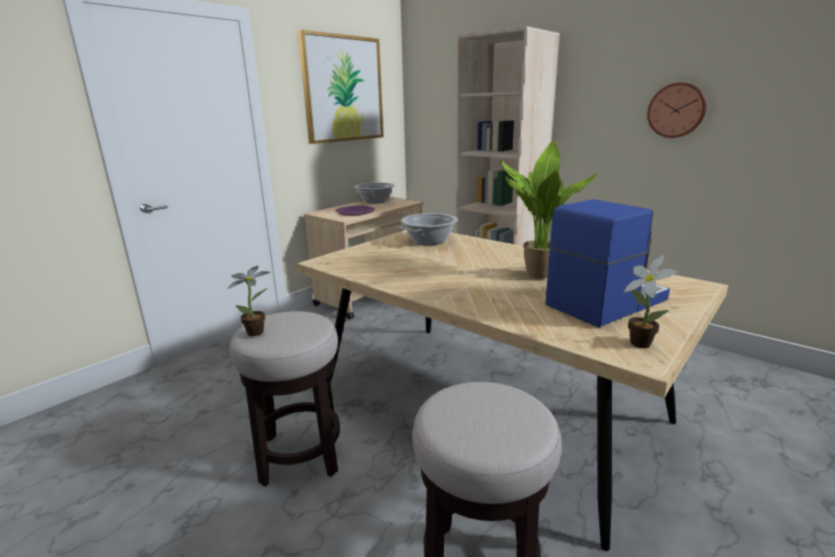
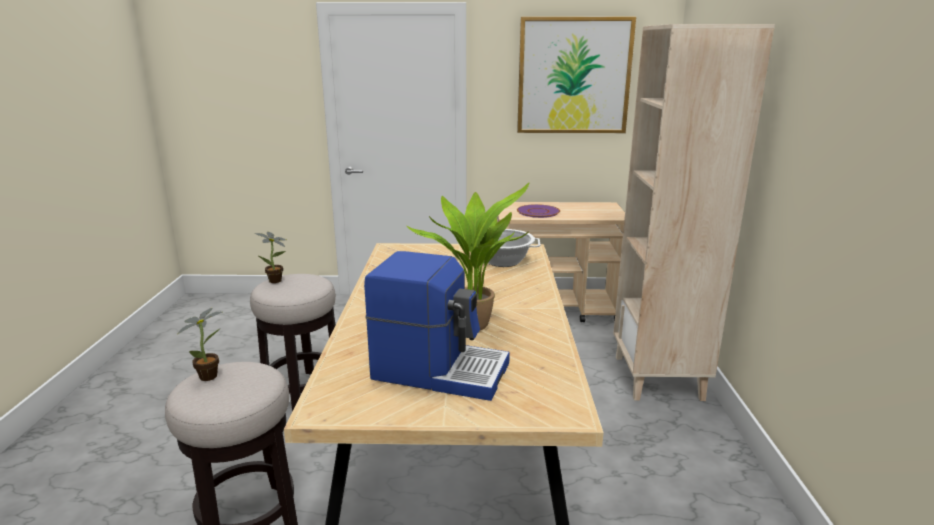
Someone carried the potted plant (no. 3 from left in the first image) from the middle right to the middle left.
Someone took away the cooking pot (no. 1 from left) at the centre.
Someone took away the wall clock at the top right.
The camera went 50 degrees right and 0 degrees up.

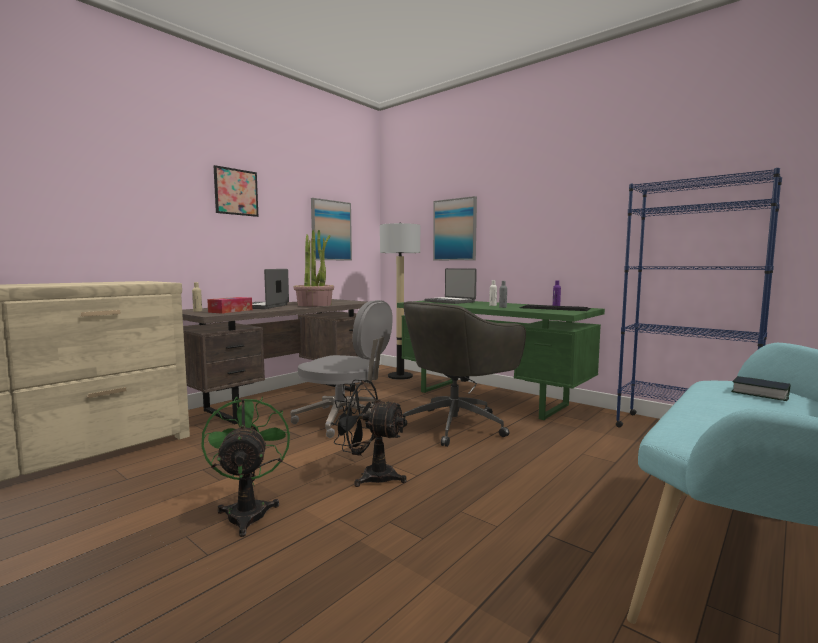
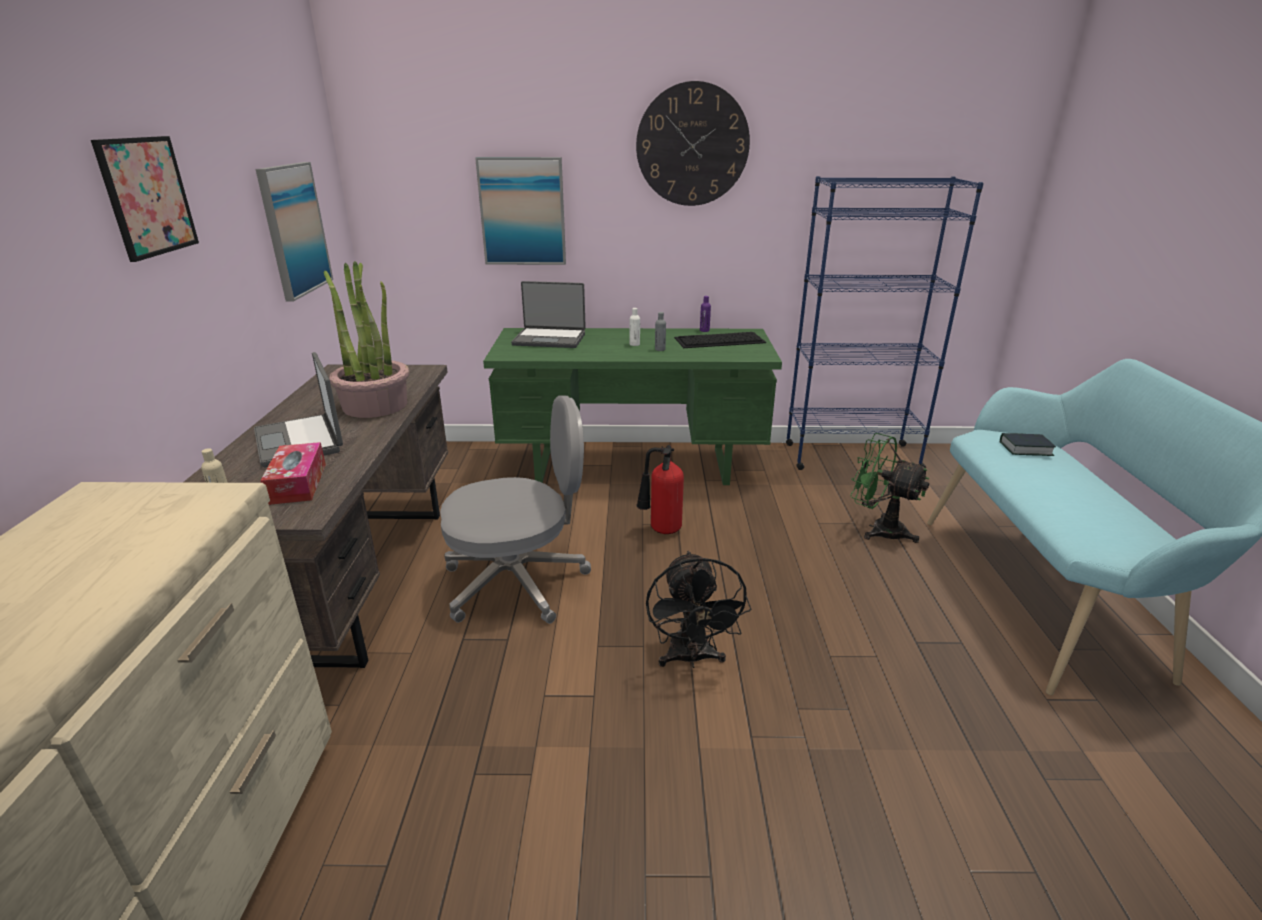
Someone put up the wall clock at the top centre.
Someone swapped the grey office chair (no. 2 from left) at the centre for the fire extinguisher at the centre.
Someone rotated the black fan at the bottom centre by 75 degrees counterclockwise.
Someone carried the green fan from the bottom left to the middle right.
Someone took away the floor lamp at the centre.
The camera went 40 degrees left and 20 degrees up.

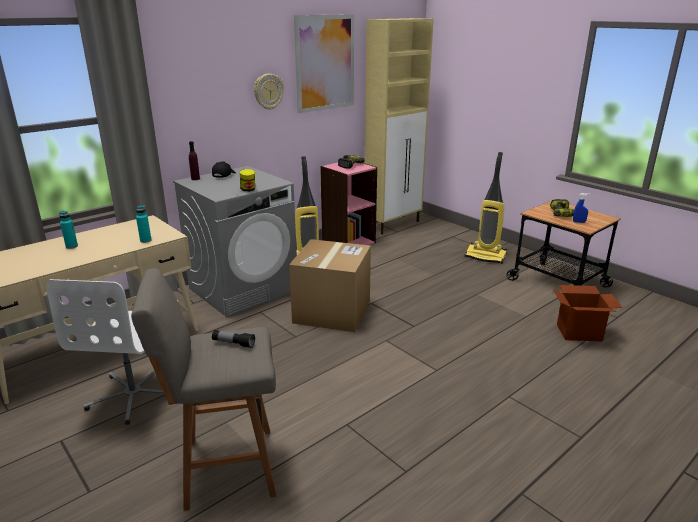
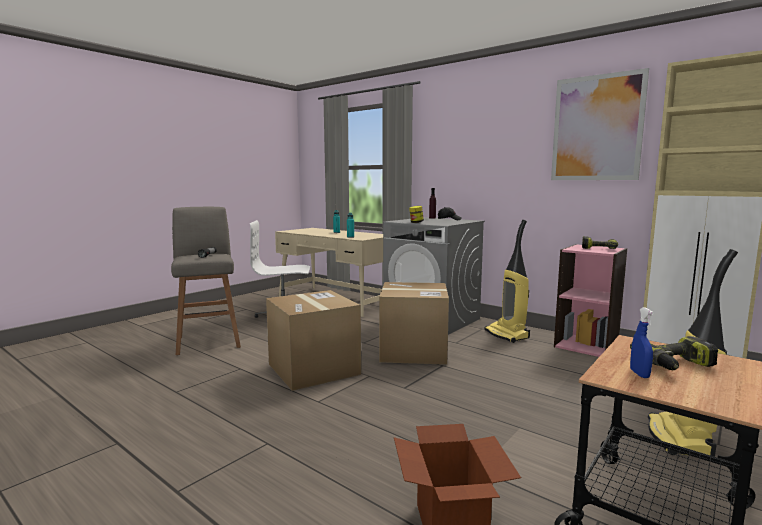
Someone put down the cardboard box (no. 1 from left) at the centre.
Someone took away the wall clock at the top centre.
The camera went 80 degrees right and 15 degrees down.

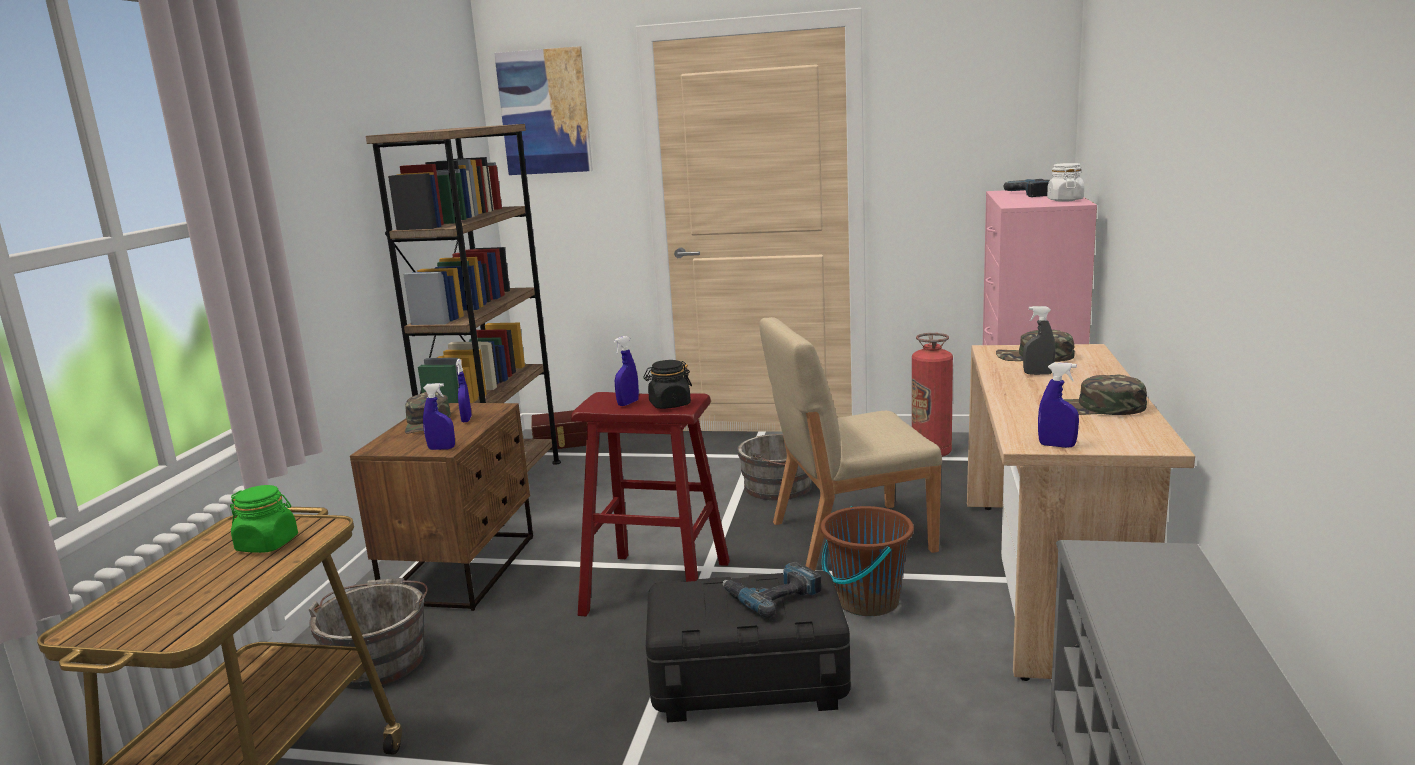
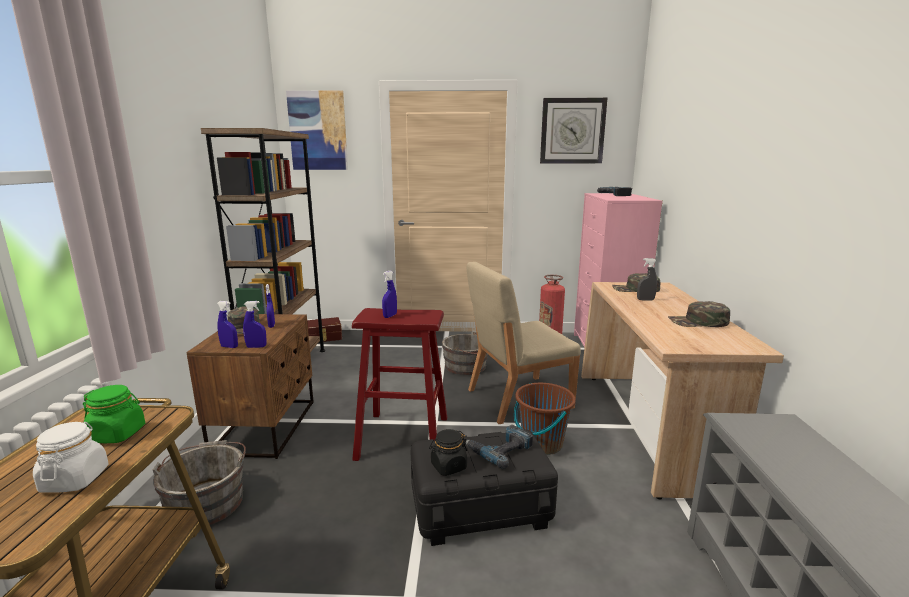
Someone carried the white jar from the top right to the bottom left.
Someone carried the blue spray bottle (no. 4 from left in the first image) from the middle right to the middle left.
Someone carried the black jar from the centre to the bottom centre.
Someone put up the wall clock at the top centre.
The camera went 10 degrees left and 0 degrees up.

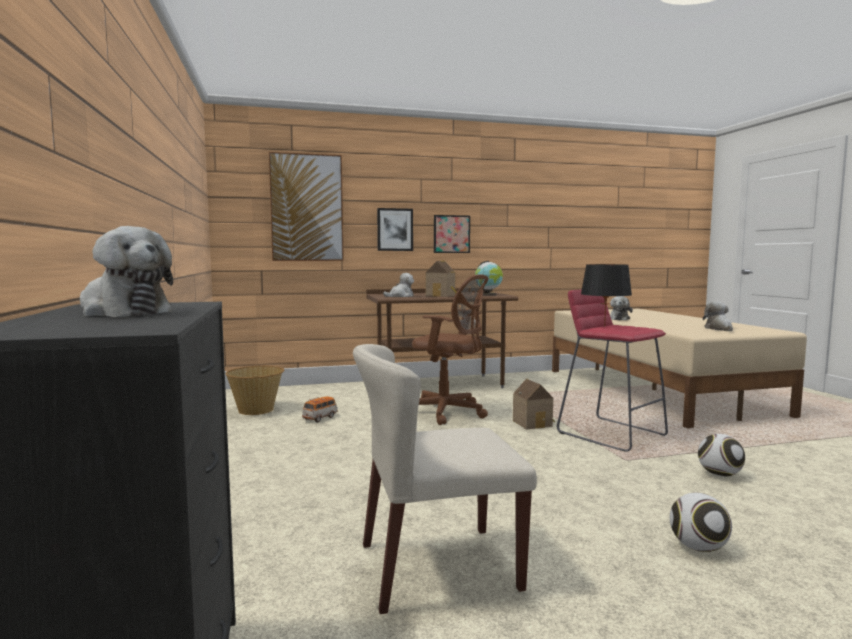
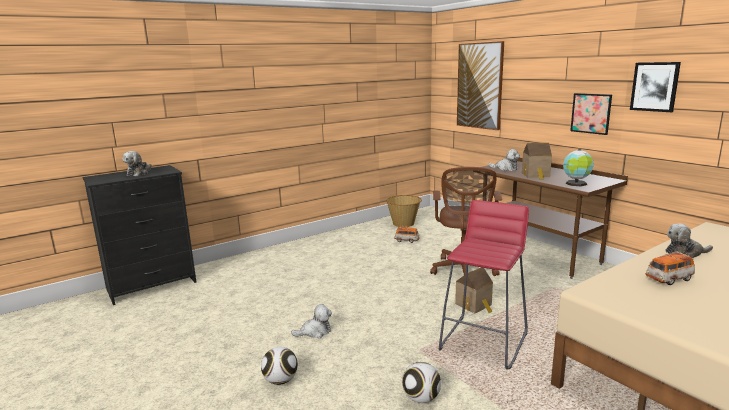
Someone carried the plush toy (no. 4 from left in the first image) from the middle right to the bottom centre.
Someone carried the picture (no. 2 from left in the first image) from the centre to the top right.
Someone put down the toy car (no. 2 from left) at the middle right.
Someone took away the beige chair at the bottom centre.
Someone took away the black table lamp at the middle right.
The camera went 70 degrees right and 10 degrees up.

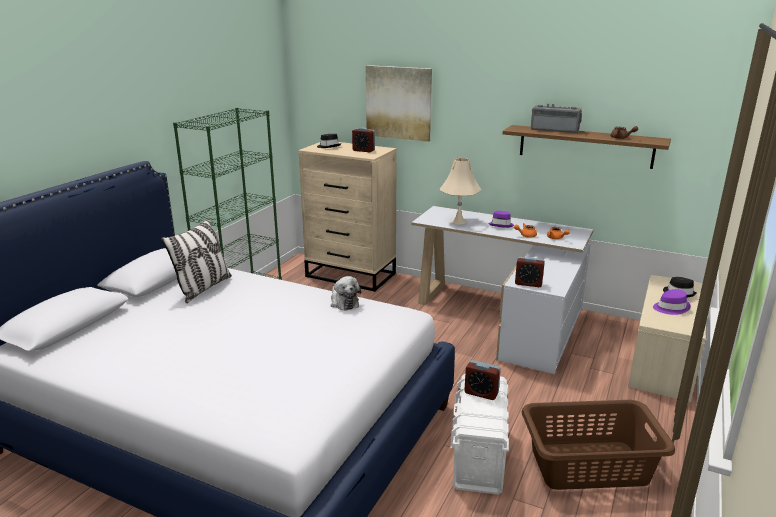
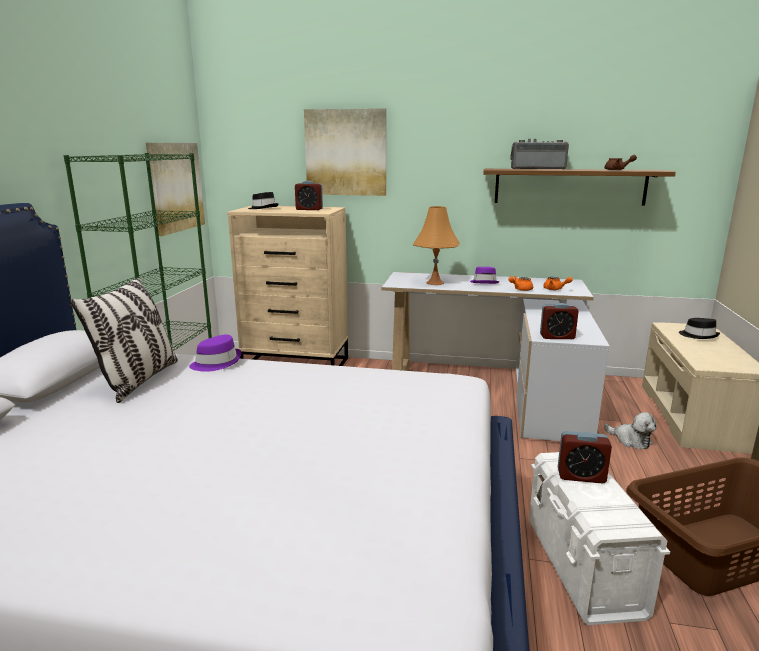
Someone put up the picture (no. 1 from left) at the top left.
Someone carried the purple hat (no. 2 from left in the first image) from the middle right to the middle left.
Someone repainted the beige table lamp at the centre, which became the orange table lamp at the centre.
Someone carried the plush toy from the centre to the middle right.
The camera went 15 degrees left and 5 degrees down.

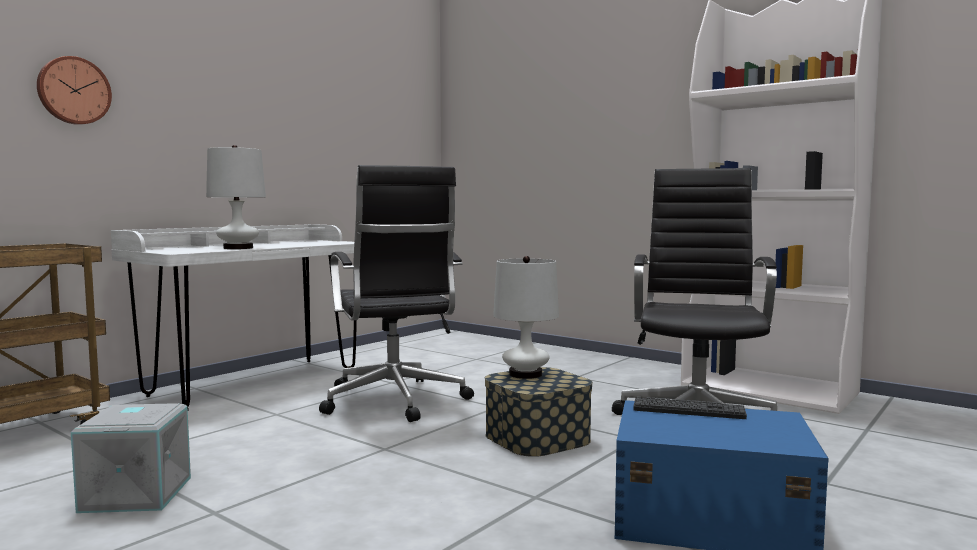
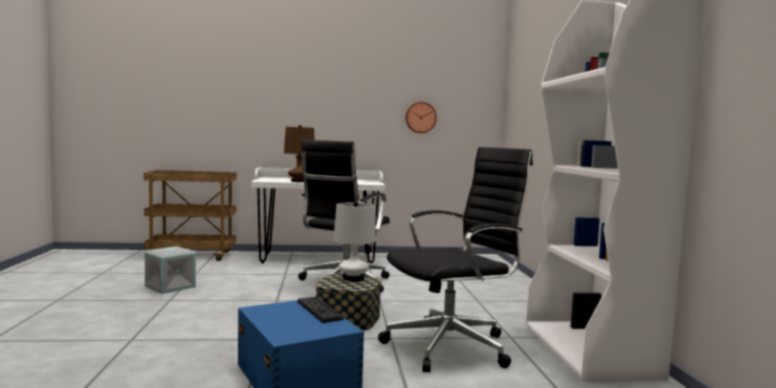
Someone repainted the white table lamp (no. 1 from left) at the middle left, which became the brown table lamp at the centre.
Someone carried the wall clock from the top left to the top centre.
The camera went 45 degrees right and 0 degrees up.

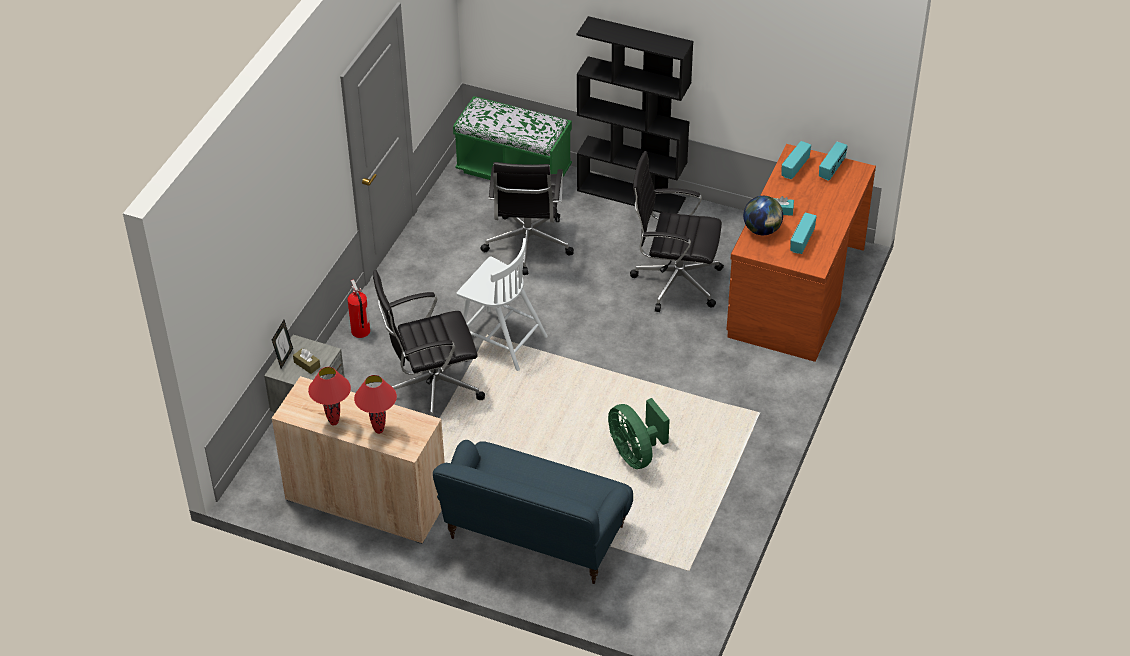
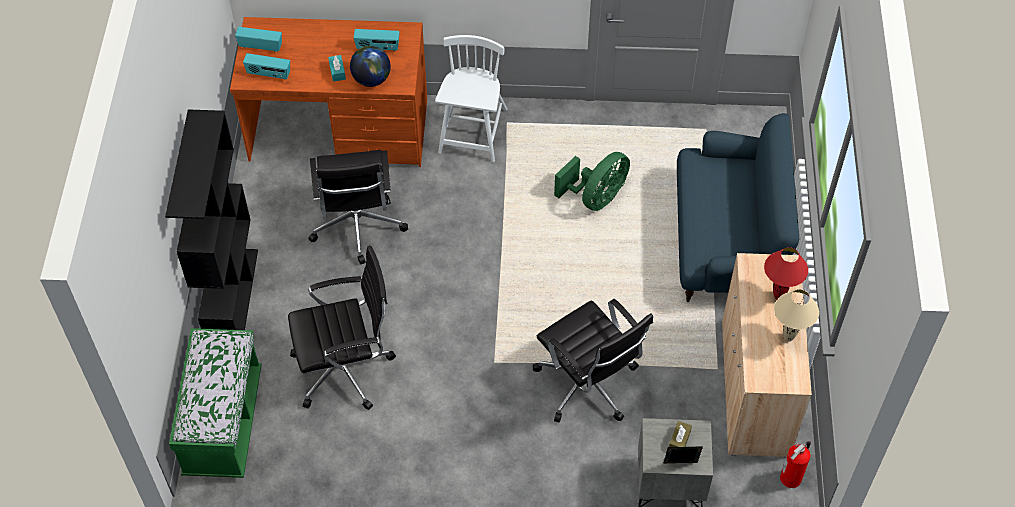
Someone carried the white chair from the centre to the top centre.
Someone repainted the red table lamp (no. 1 from left) at the middle left, which became the beige table lamp at the middle right.
Someone carried the fire extinguisher from the middle left to the bottom right.
The camera went 110 degrees left and 10 degrees up.

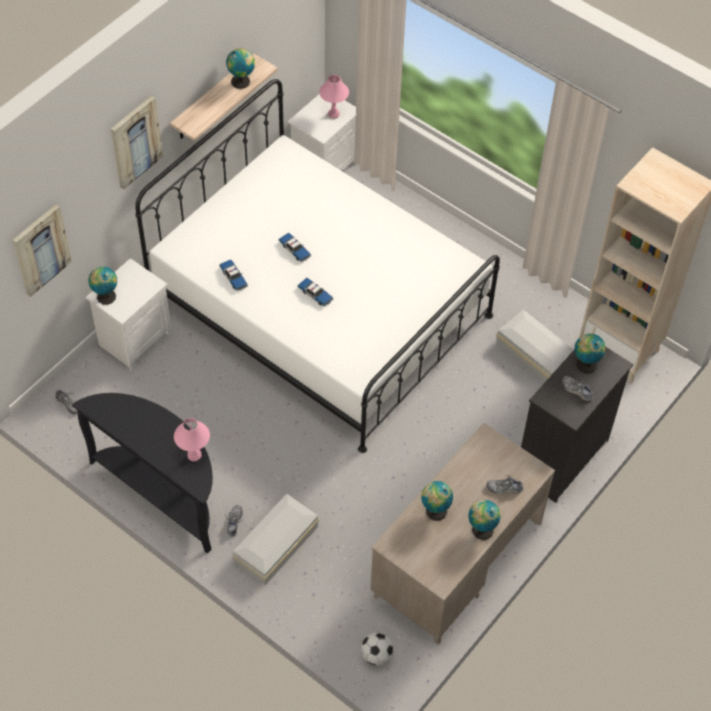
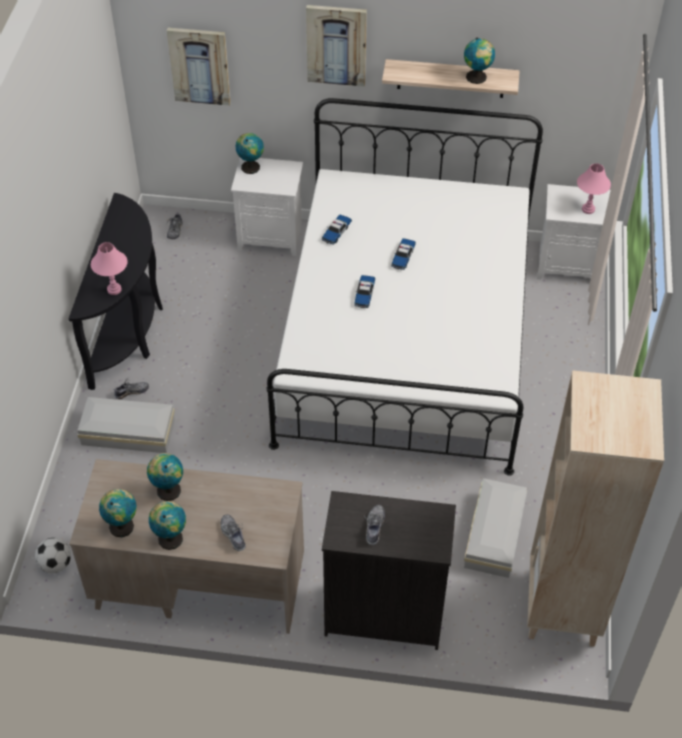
Someone carried the globe (no. 5 from left in the first image) from the middle right to the bottom left.
The camera went 60 degrees right and 5 degrees down.

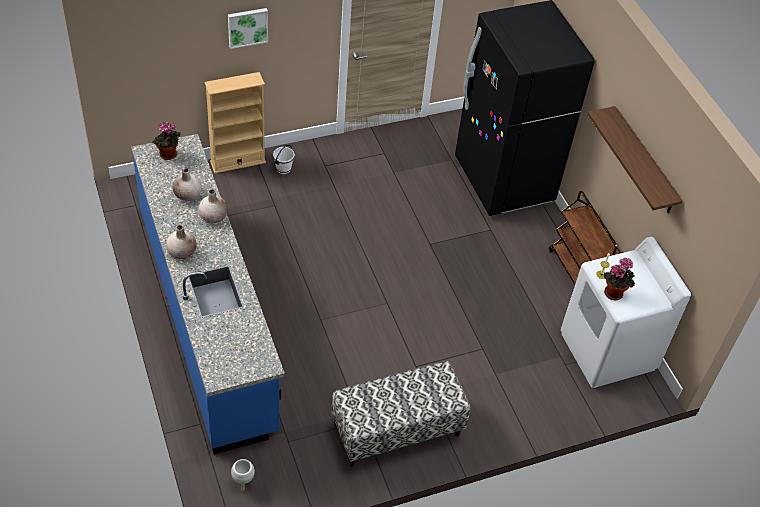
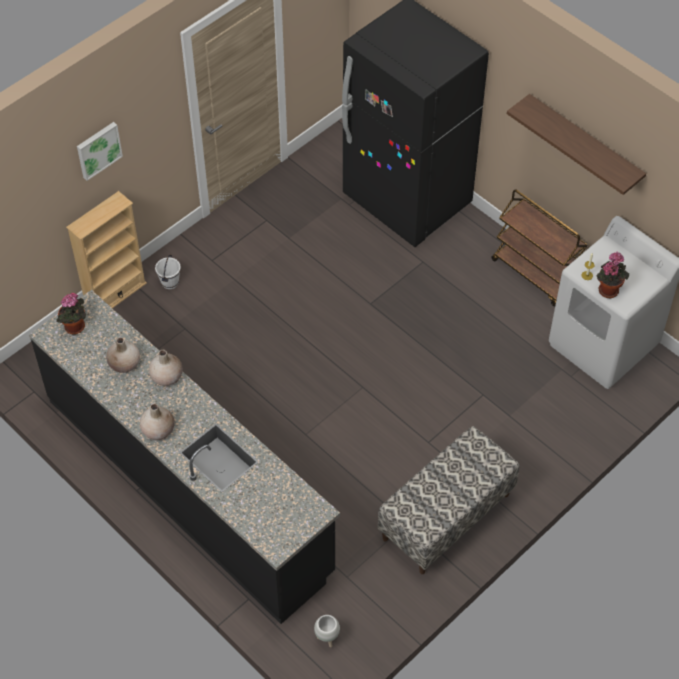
Someone repainted the blue counter at the middle left, which became the black counter at the bottom left.
The camera went 20 degrees left and 5 degrees up.

